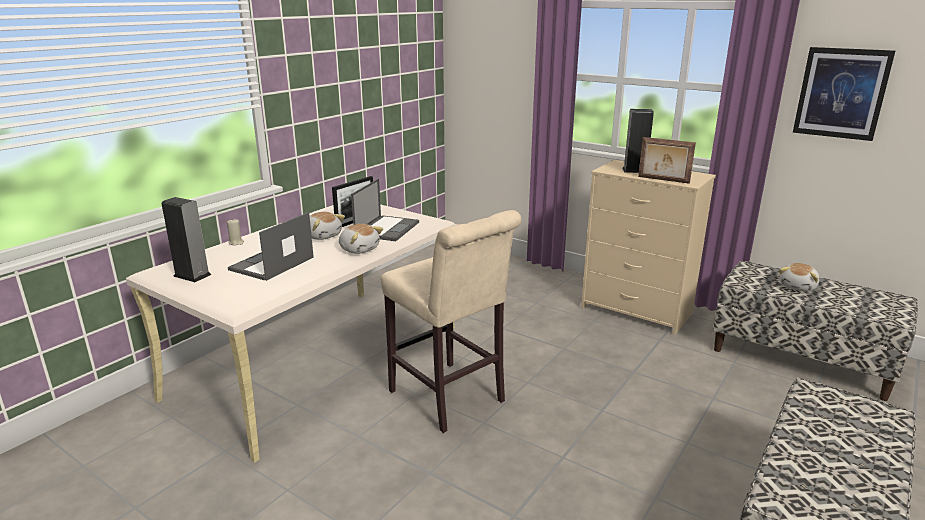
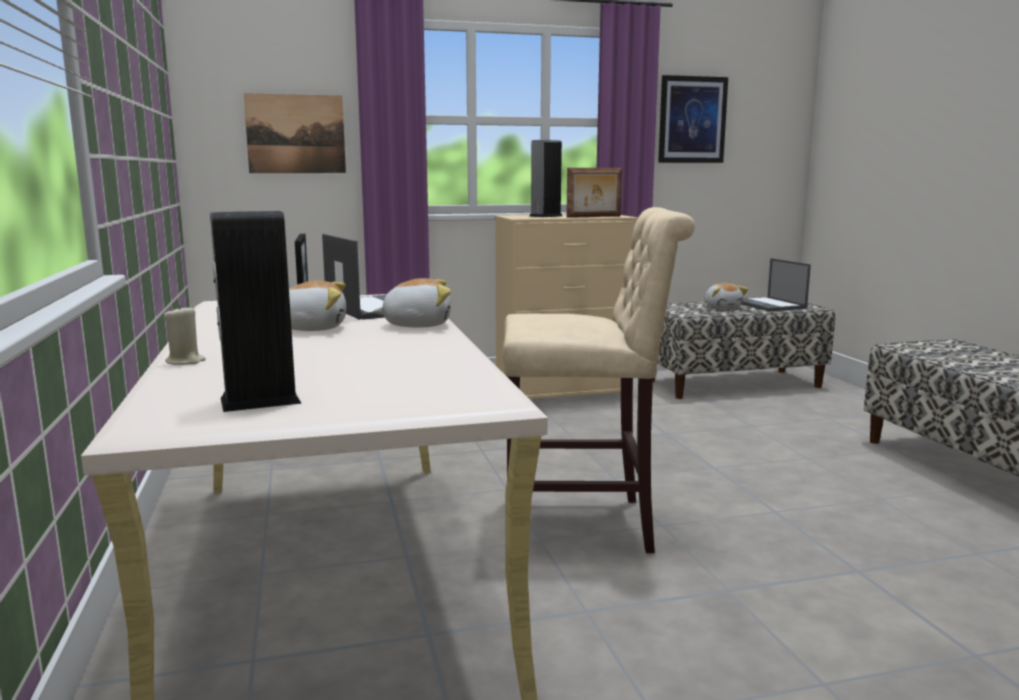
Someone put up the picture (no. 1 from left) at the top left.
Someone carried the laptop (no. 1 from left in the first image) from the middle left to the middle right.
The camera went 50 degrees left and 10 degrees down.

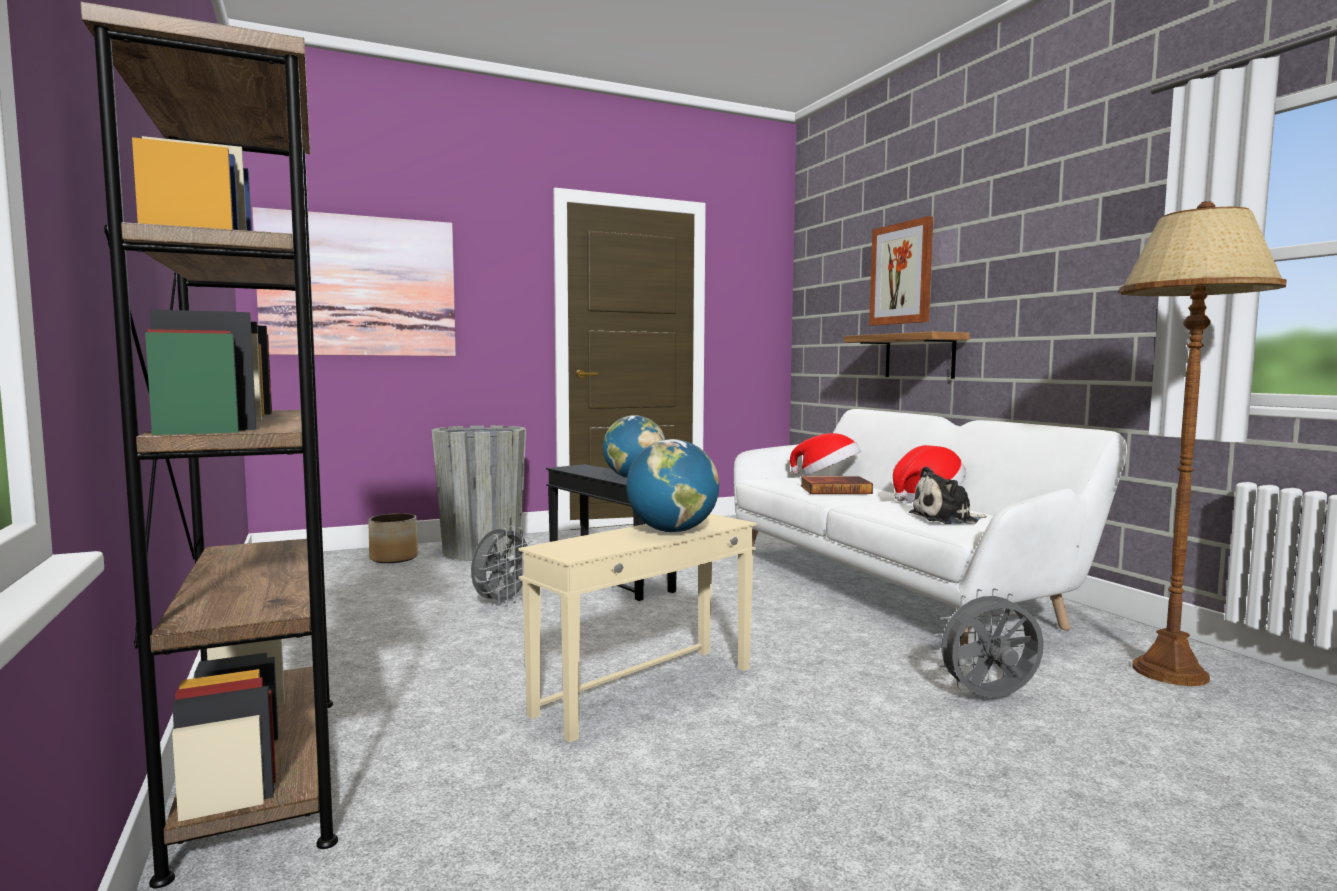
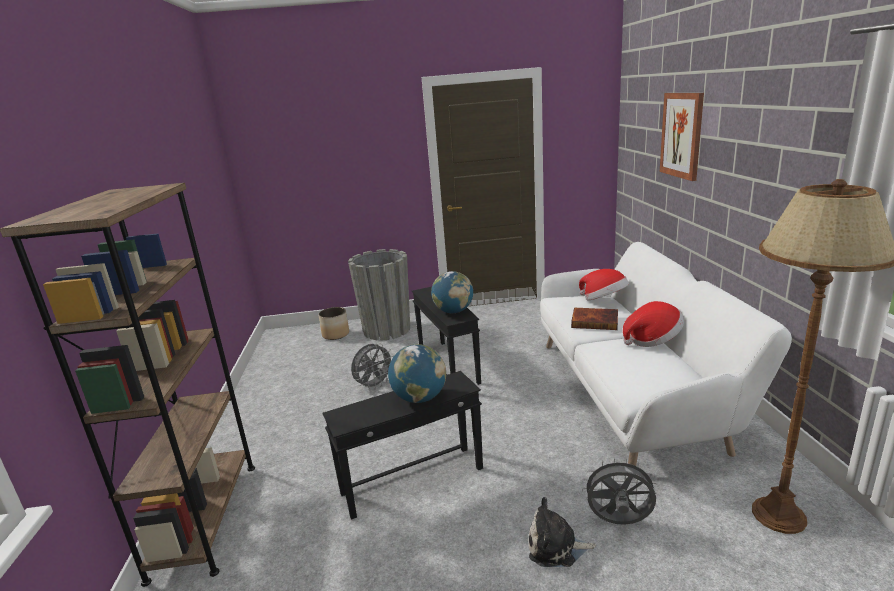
Someone repainted the beige side table at the bottom centre, which became the black side table (no. 1 from left) at the bottom centre.
Someone carried the plush toy from the middle right to the bottom centre.
Someone took away the picture (no. 1 from left) at the top left.
Someone took away the shelf at the middle right.
The camera went 20 degrees right and 15 degrees up.

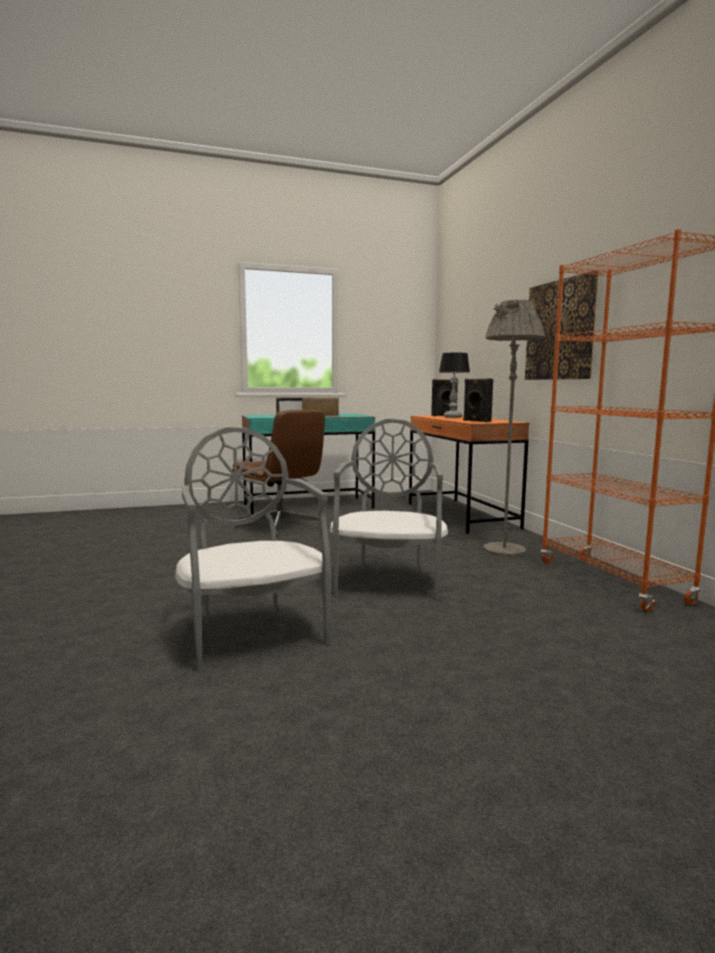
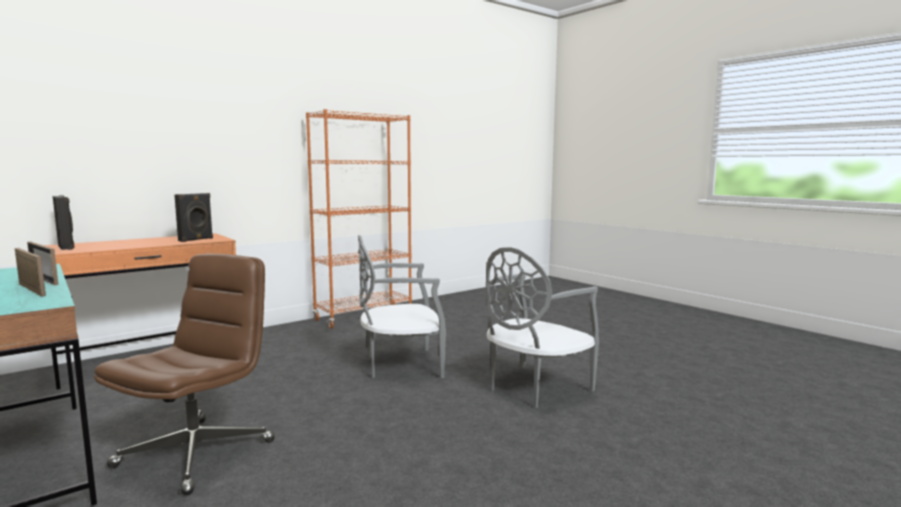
Someone took away the table lamp at the centre.
Someone took away the grey floor lamp at the middle right.
Someone took away the picture at the middle right.
The camera went 110 degrees left and 0 degrees up.

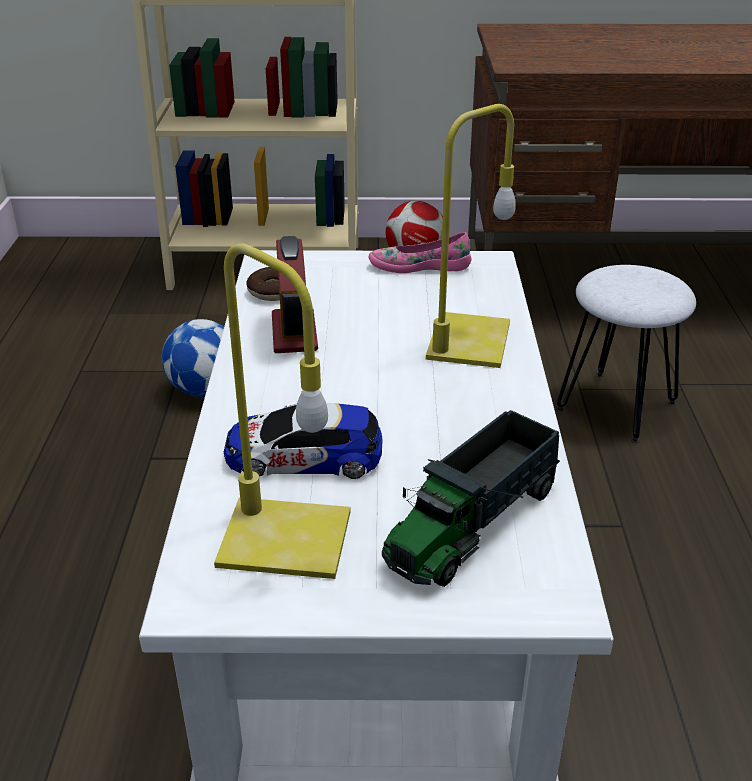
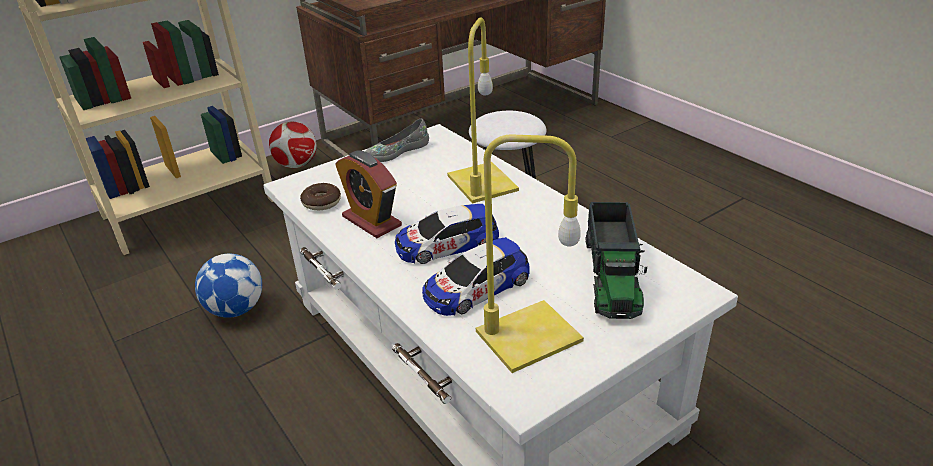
Someone repainted the pink shoe at the top centre, which became the grey shoe at the top centre.
Someone put down the toy car (no. 1 from left) at the centre.
The camera went 35 degrees left and 0 degrees up.

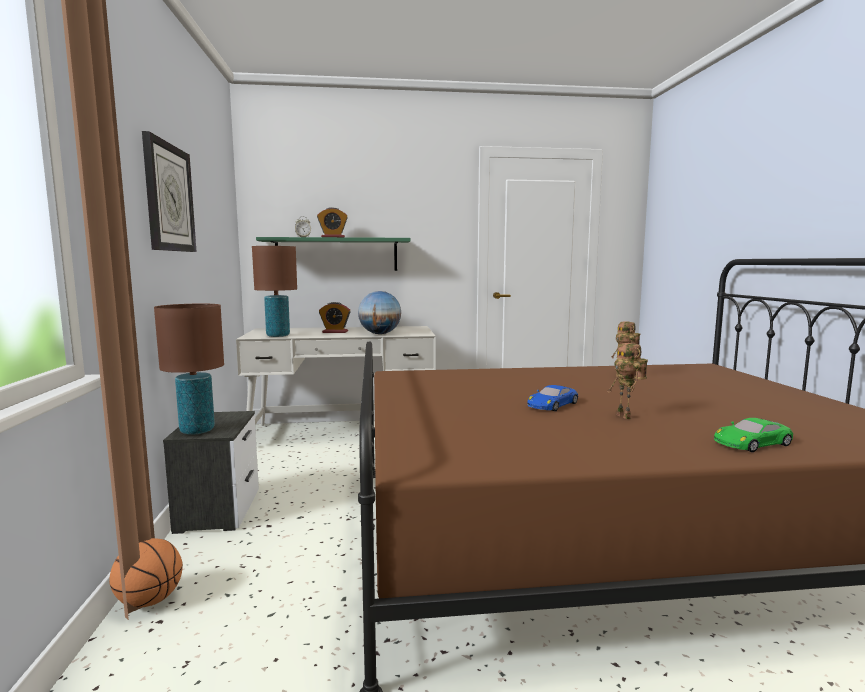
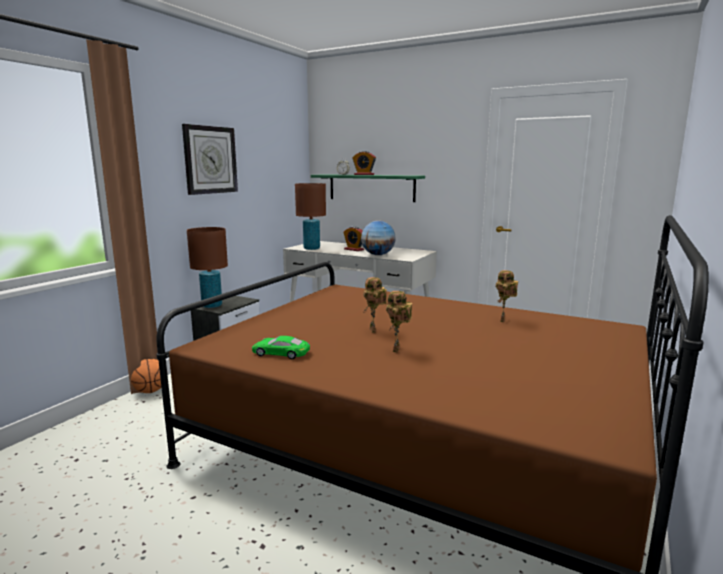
Someone carried the green toy car from the middle right to the centre.
Someone swapped the blue toy car at the centre for the toy robot (no. 1 from left) at the centre.
The camera went 35 degrees right and 5 degrees up.

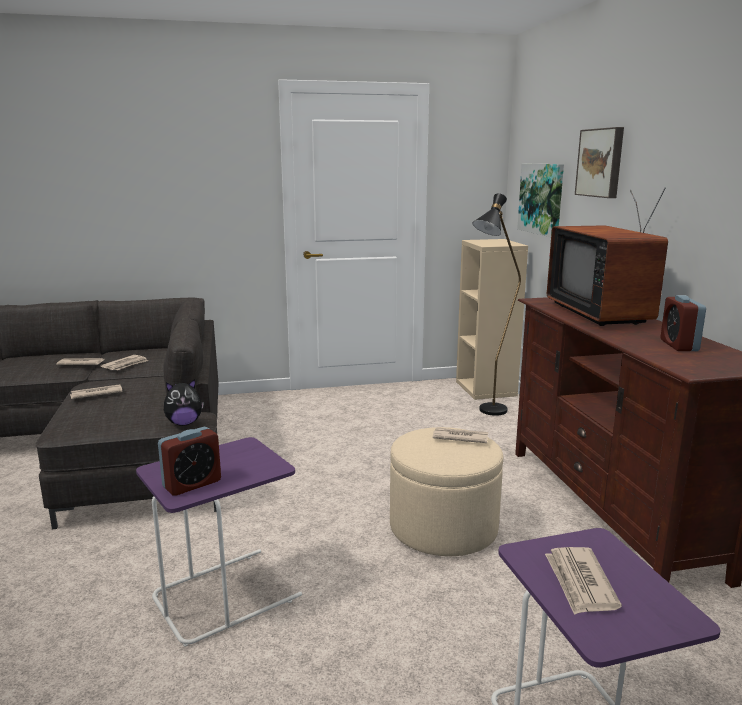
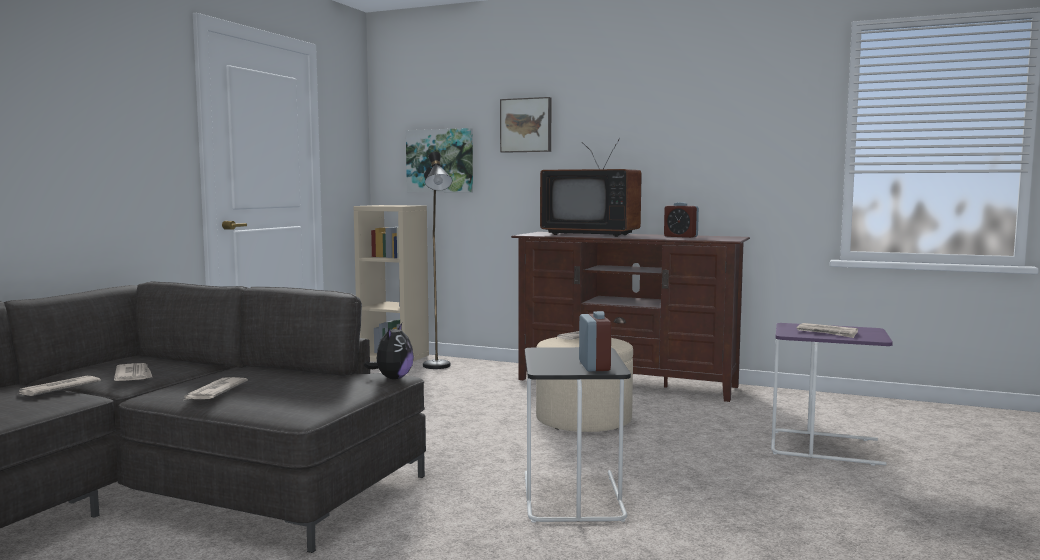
Someone repainted the purple side table (no. 1 from left) at the bottom left, which became the black side table at the bottom centre.
The camera went 55 degrees left and 10 degrees down.

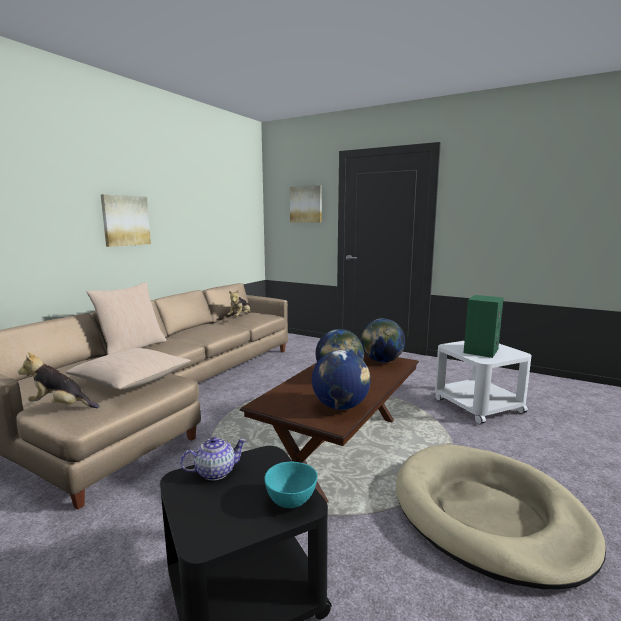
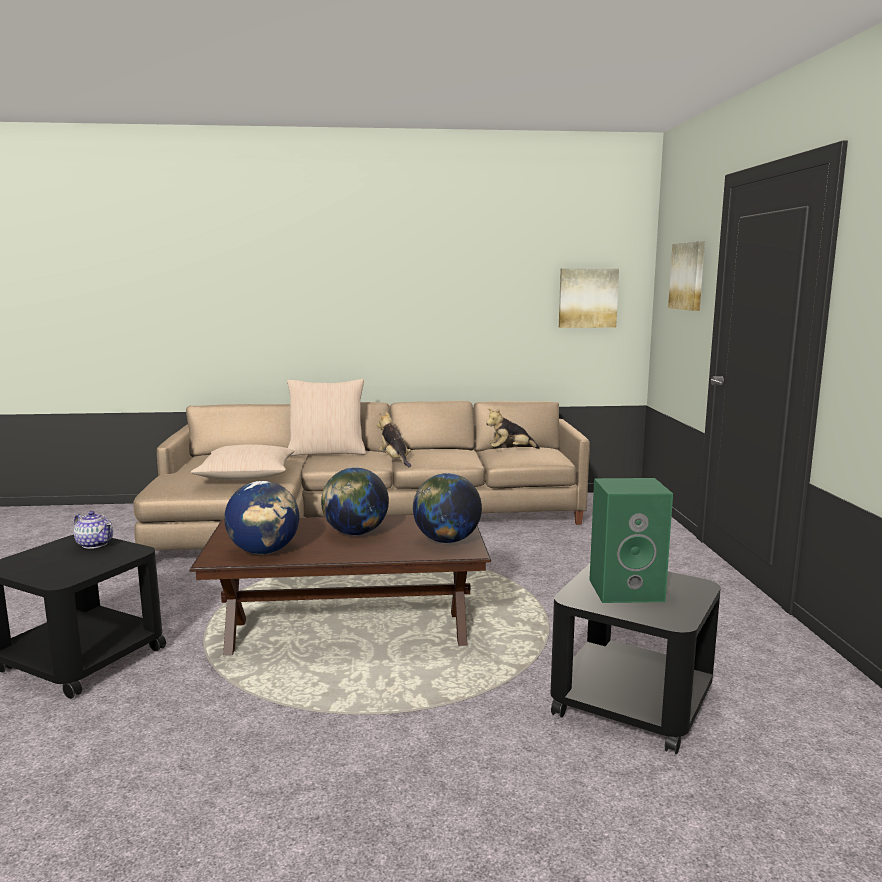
Someone carried the plush toy (no. 1 from left) from the middle left to the centre.
Someone repainted the white side table at the middle right, which became the black side table (no. 2 from left) at the bottom right.
Someone carried the picture (no. 1 from left) from the middle left to the middle right.
Someone took away the turquoise bowl at the bottom centre.
Someone took away the beige dog bed at the bottom right.
The camera went 55 degrees right and 0 degrees up.

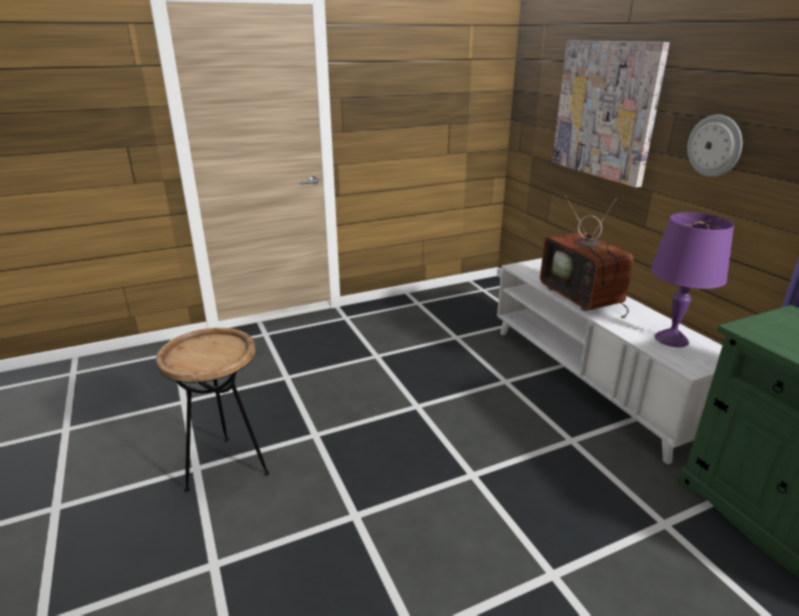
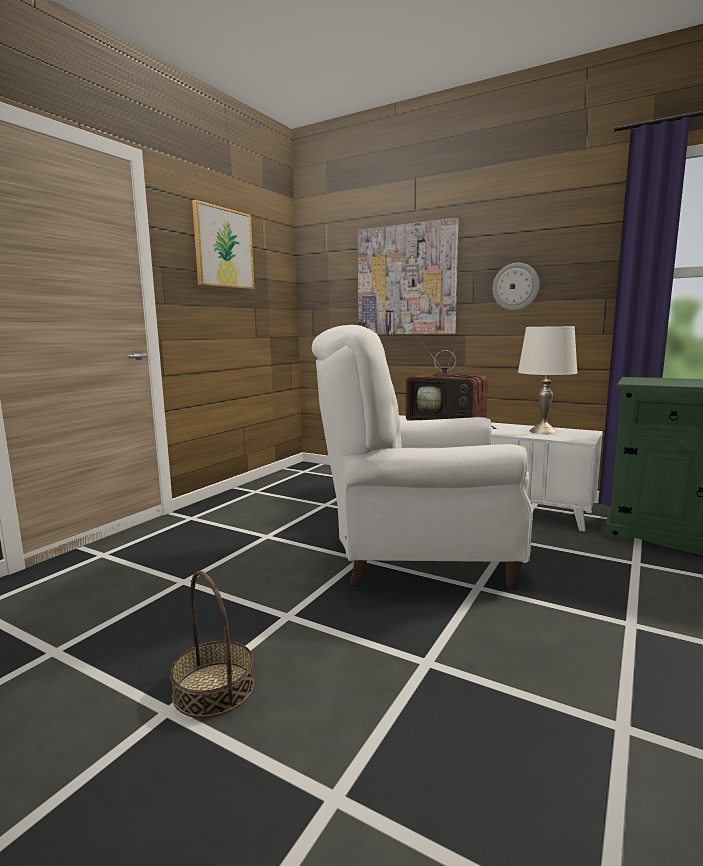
Someone swapped the brown side table at the middle left for the basket at the bottom left.
Someone put up the picture (no. 1 from left) at the top left.
Someone put down the white armchair at the centre.
Someone repainted the purple table lamp at the middle right, which became the white table lamp at the middle right.
The camera went 35 degrees left and 15 degrees down.

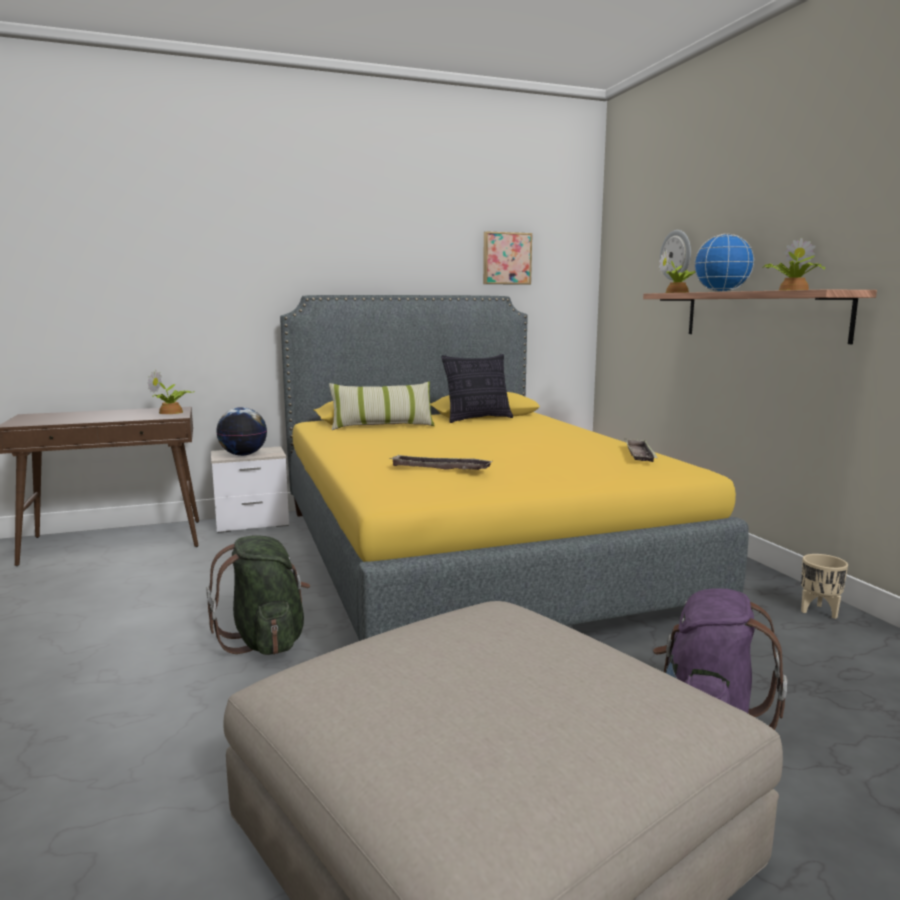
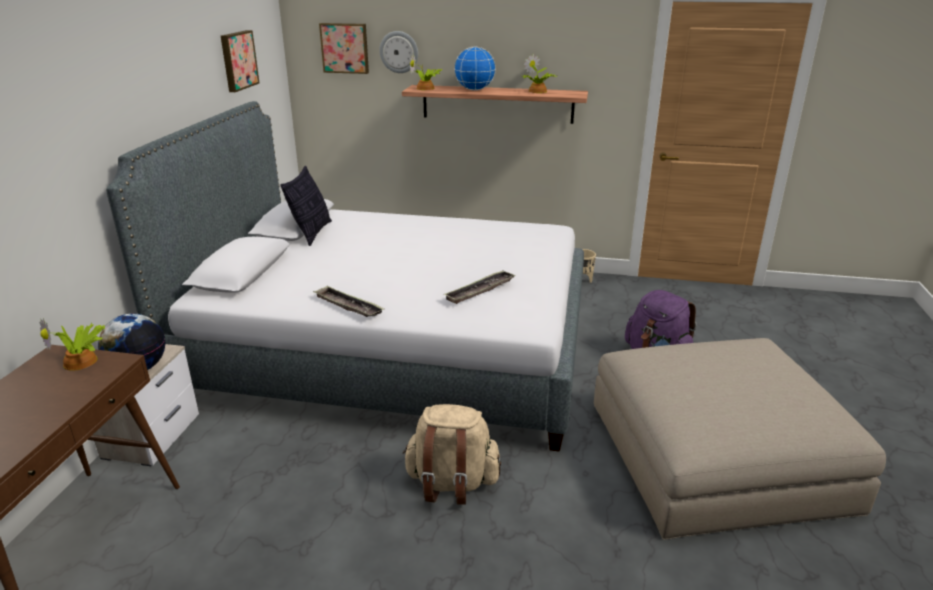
Someone repainted the yellow bed at the centre, which became the grey bed at the centre.
Someone carried the tray (no. 2 from left in the first image) from the middle right to the centre.
Someone put up the picture (no. 2 from left) at the top centre.
Someone repainted the green backpack at the middle left, which became the beige backpack at the bottom centre.
Someone took away the pillow (no. 1 from left) at the centre.
The camera went 60 degrees left and 15 degrees up.

